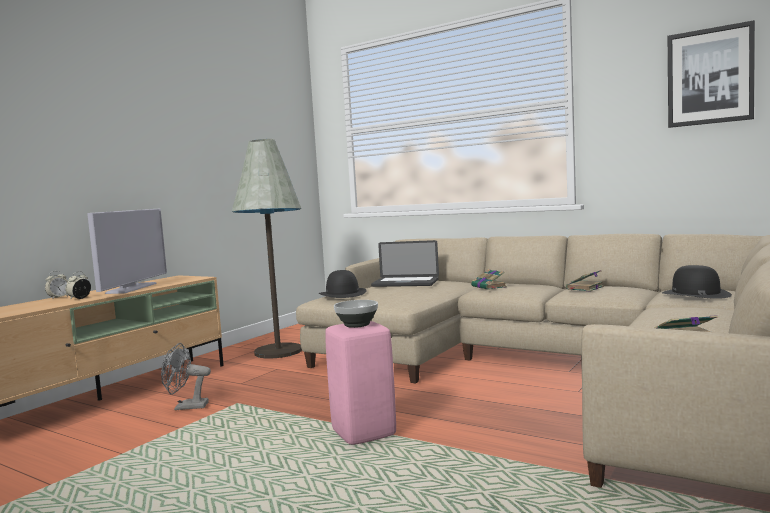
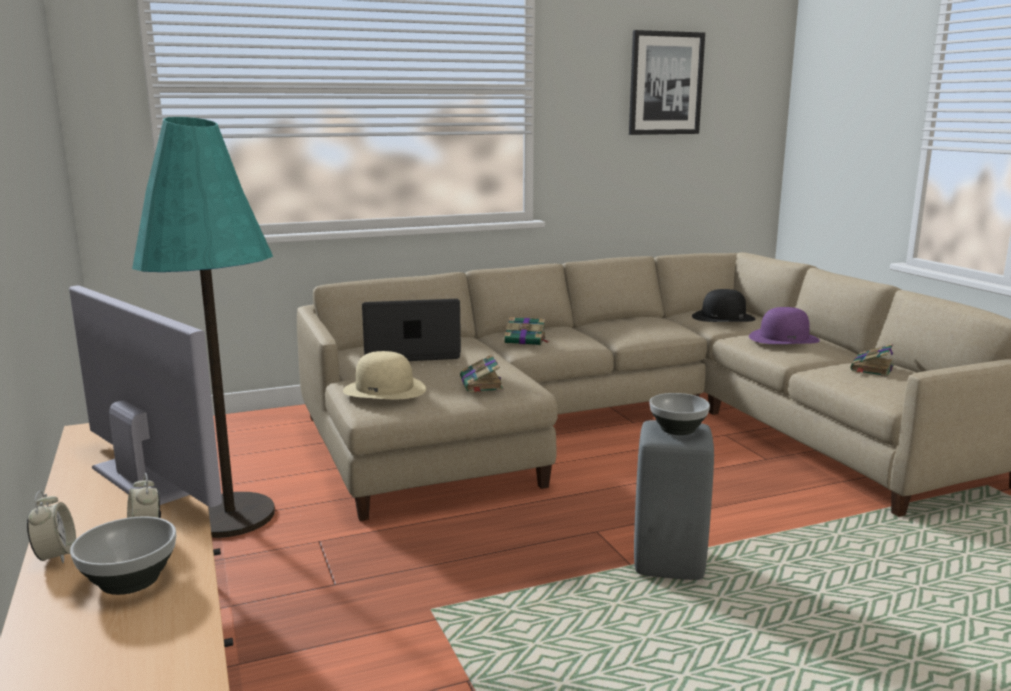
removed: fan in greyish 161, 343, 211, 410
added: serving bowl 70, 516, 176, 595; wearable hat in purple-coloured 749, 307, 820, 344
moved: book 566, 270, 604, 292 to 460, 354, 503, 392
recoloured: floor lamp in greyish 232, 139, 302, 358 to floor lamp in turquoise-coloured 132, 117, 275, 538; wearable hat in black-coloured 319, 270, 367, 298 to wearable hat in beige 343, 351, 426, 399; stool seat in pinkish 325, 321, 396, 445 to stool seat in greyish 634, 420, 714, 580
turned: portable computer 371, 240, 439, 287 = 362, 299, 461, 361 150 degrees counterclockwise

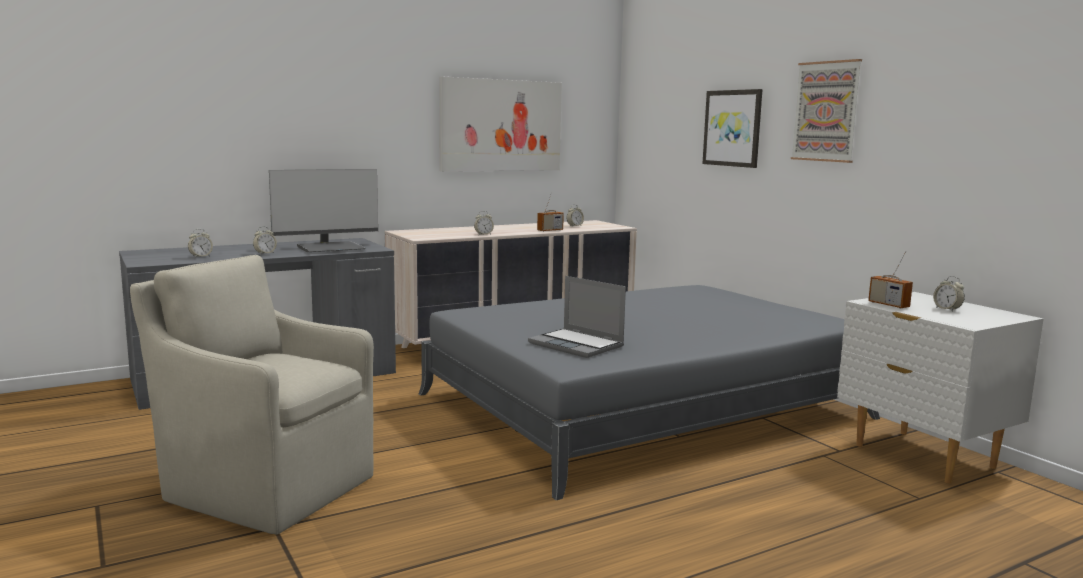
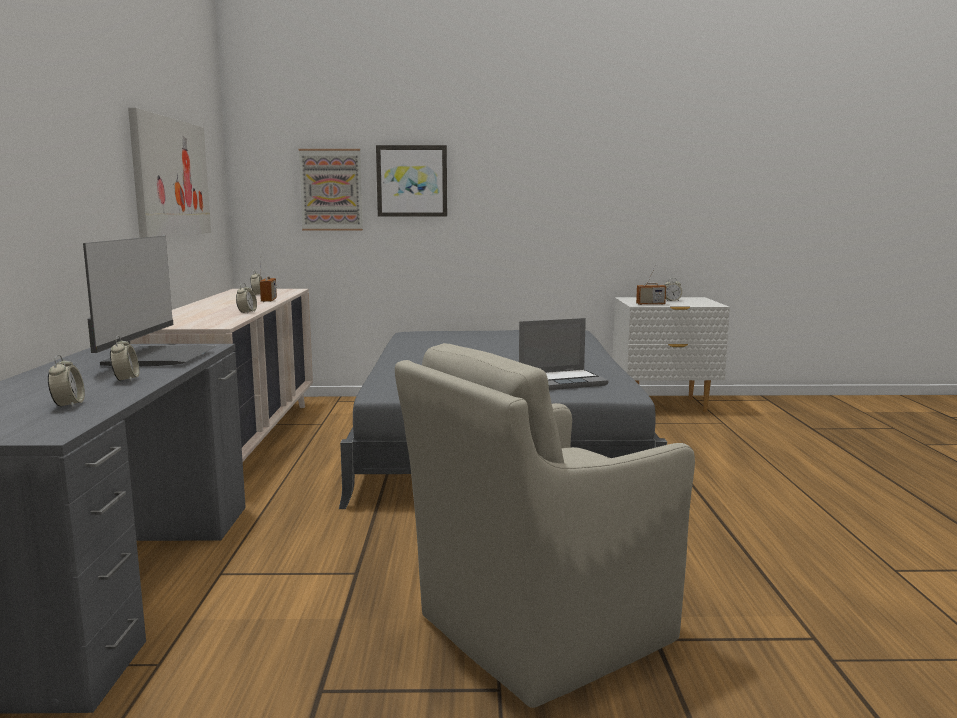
moved: wall picture 791, 59, 862, 163 to 299, 149, 363, 231

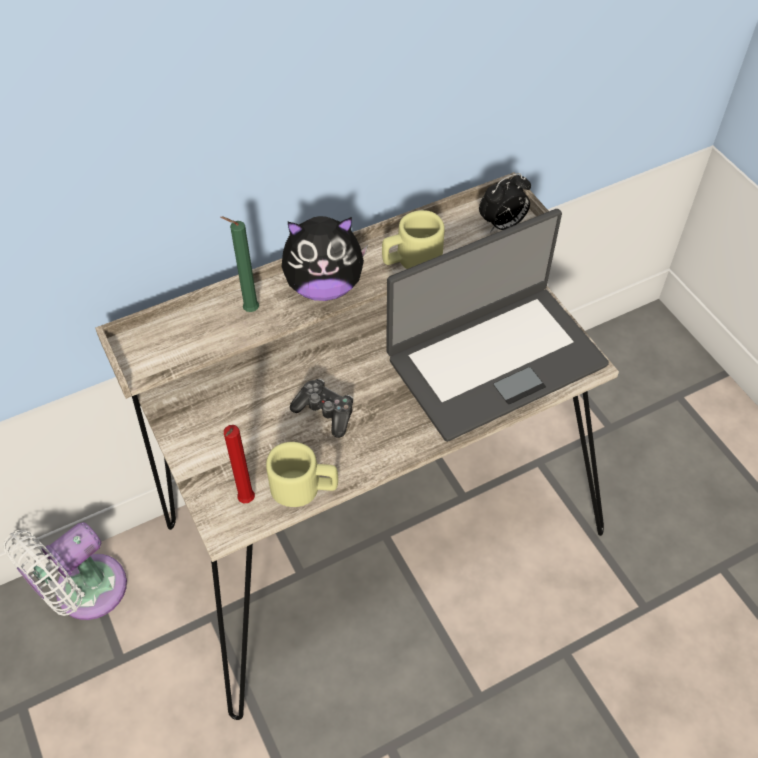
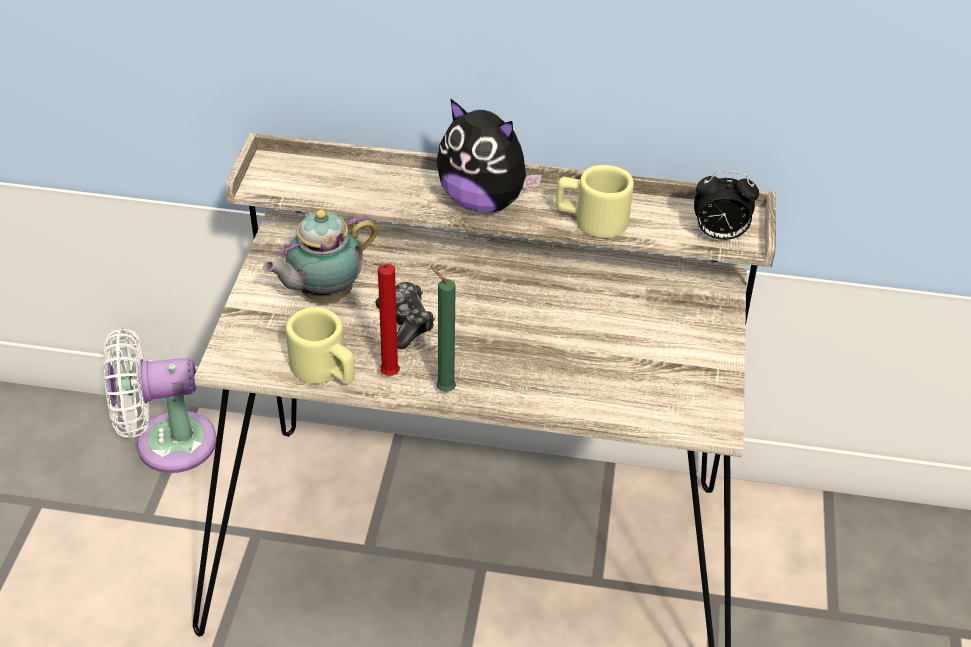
removed: portable computer 386, 209, 609, 442
added: pot for tea 263, 210, 377, 303
moved: candle in green 220, 217, 259, 312 to 430, 266, 456, 392; candle in red-coloured 224, 425, 255, 503 to 373, 263, 400, 376

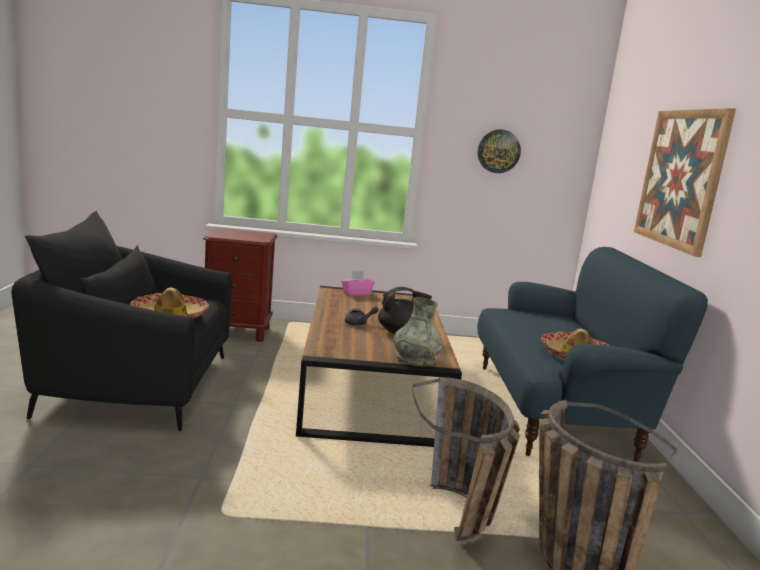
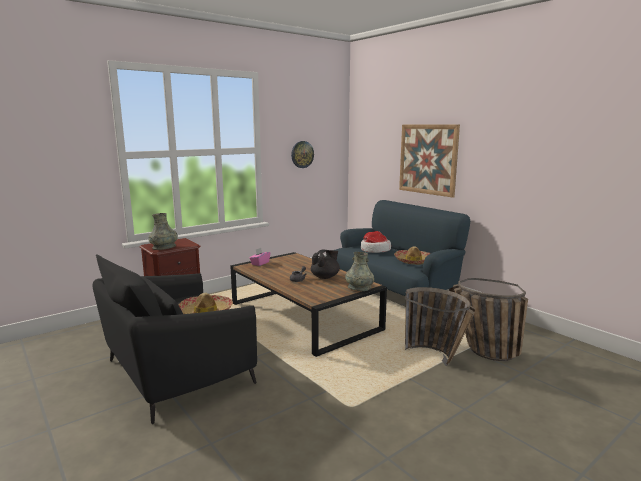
added: vase in greyish 148, 213, 178, 250; wearable hat 361, 231, 391, 253

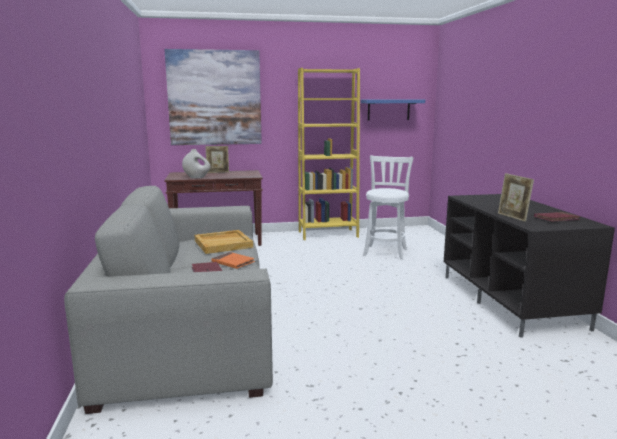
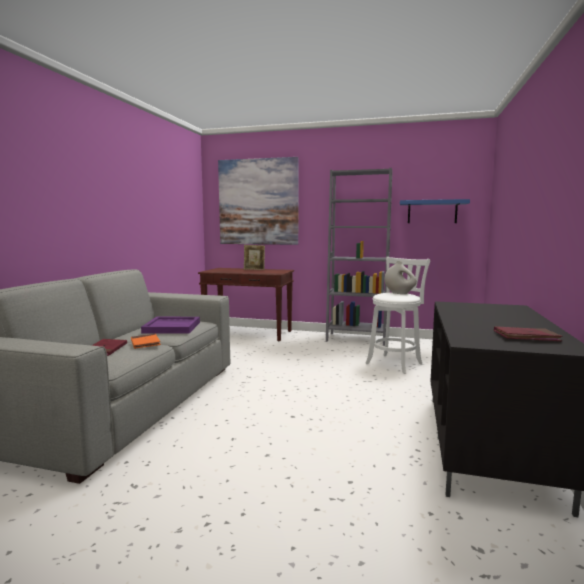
removed: standing frame 498, 173, 534, 222
moved: vase in white-coloured 182, 149, 211, 178 to 385, 261, 417, 294
recoloured: serving tray in beige 195, 230, 253, 254 to serving tray in purple-coloured 141, 317, 200, 334; bookshelf in yellow 298, 68, 360, 240 to bookshelf in greyish 326, 168, 393, 346

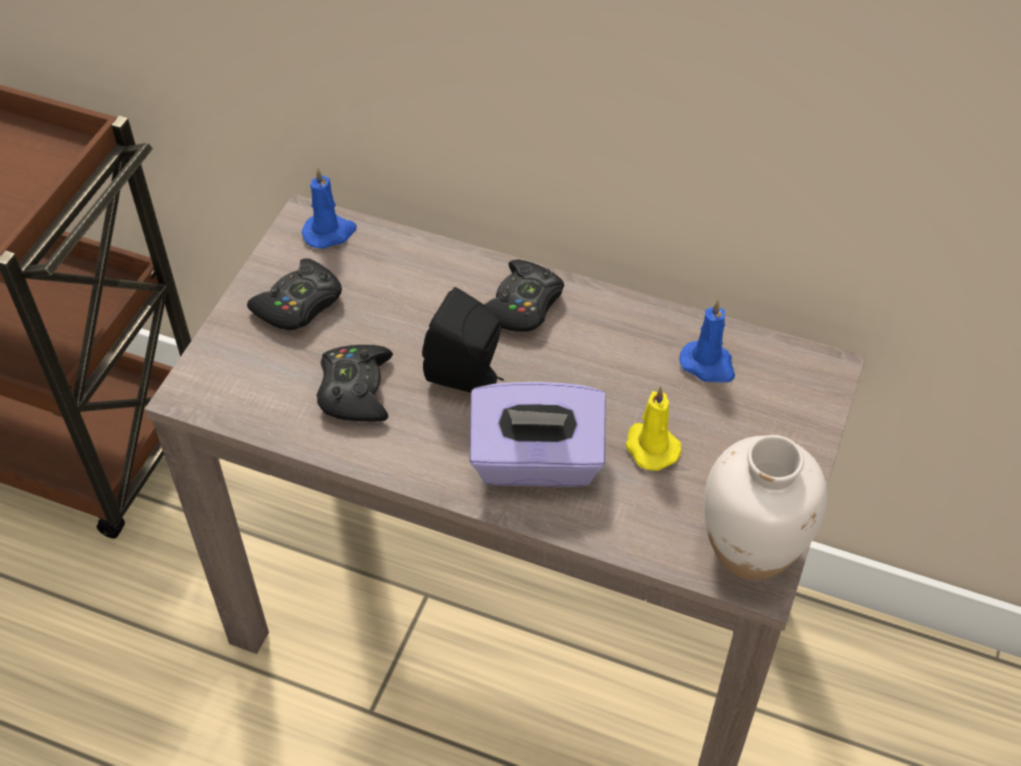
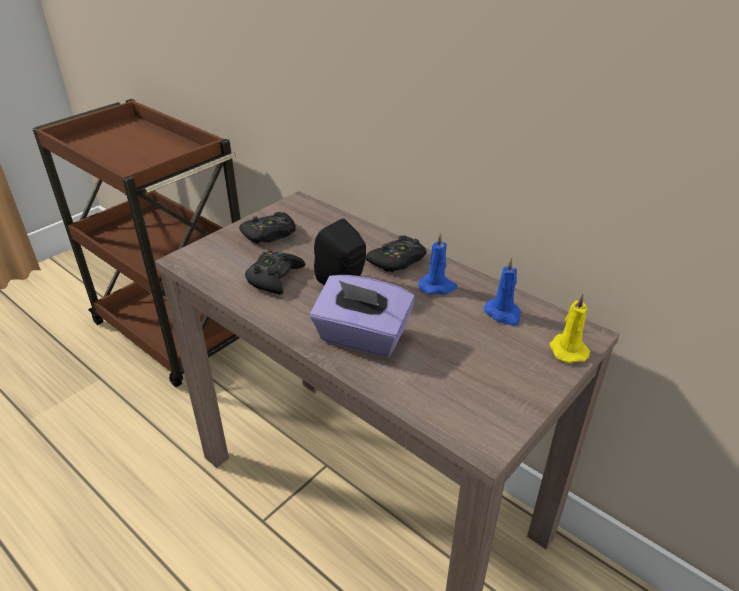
removed: vase in white-coloured 704, 435, 827, 580
moved: candle in blue-coloured 302, 167, 357, 249 to 418, 232, 458, 294; candle in yellow 625, 386, 681, 471 to 550, 293, 590, 363

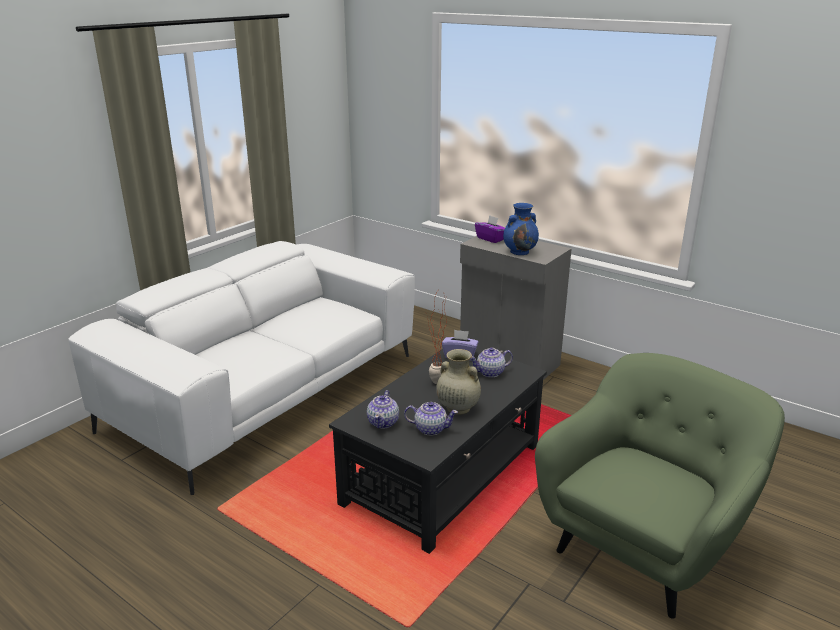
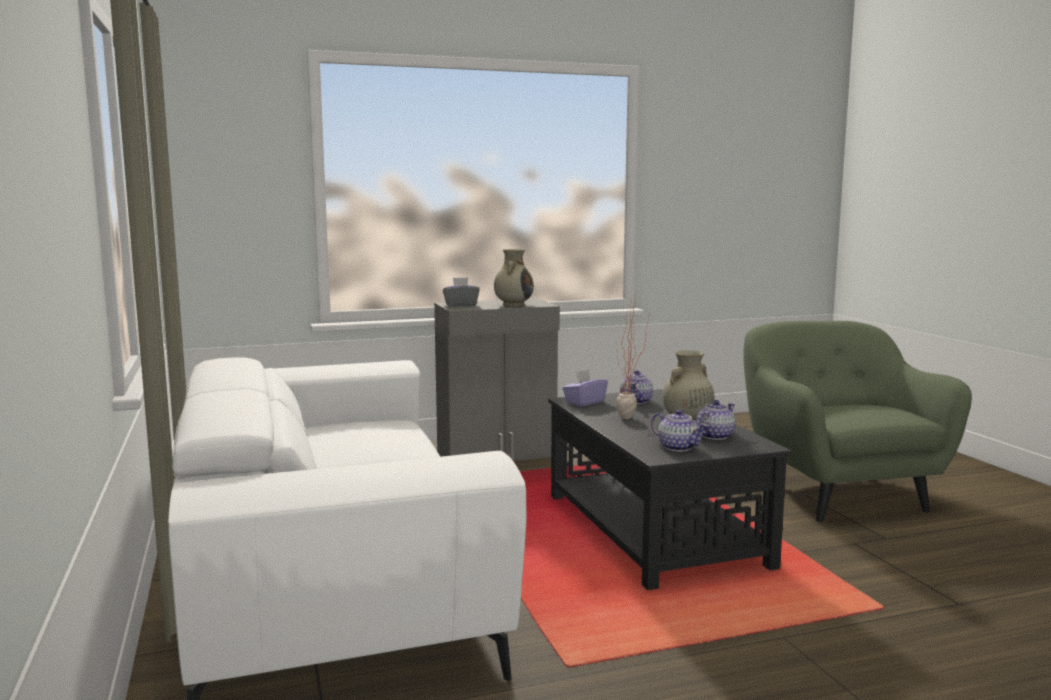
recoloured: tissue holder in purple-coloured 475, 215, 505, 243 to tissue holder in greyish 443, 277, 480, 307; vase in blue-coloured 503, 203, 539, 255 to vase in beige 494, 249, 534, 307

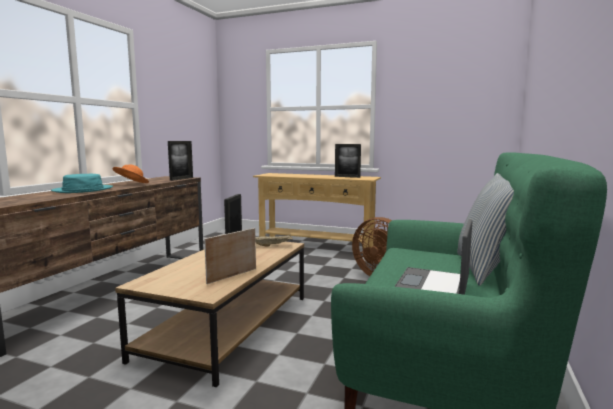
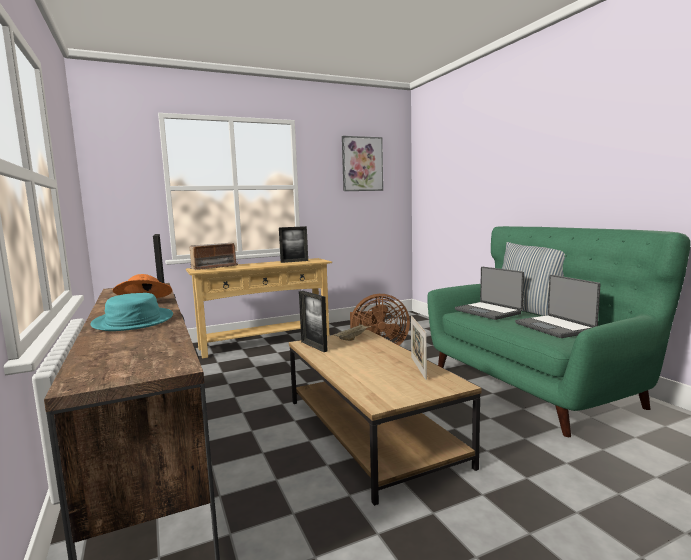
added: radio set 190, 243, 238, 270; wall picture 342, 136, 383, 191; portable computer 455, 267, 524, 320

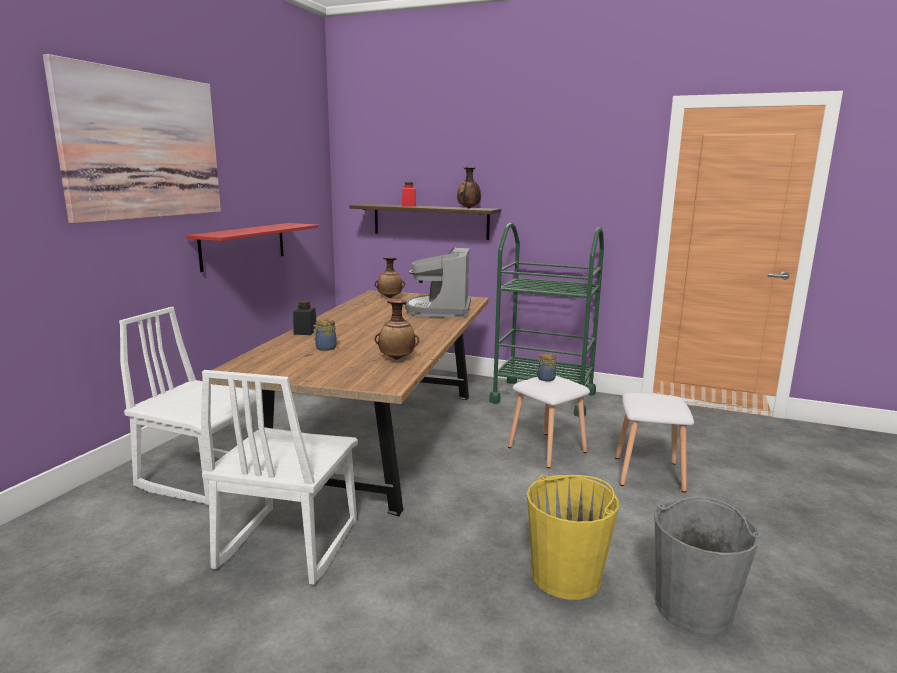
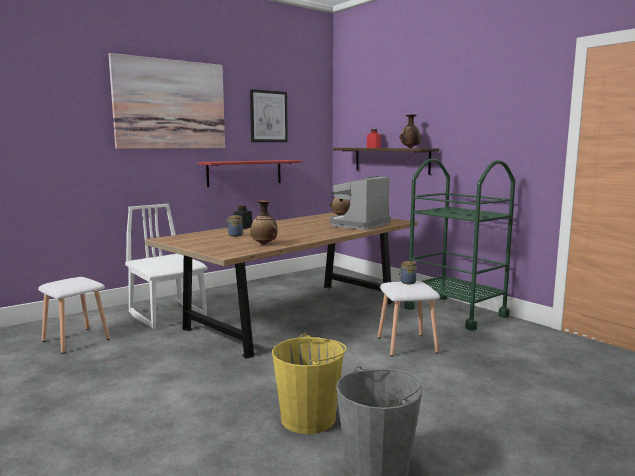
removed: plain chair in white-coloured 201, 370, 358, 585
added: wall picture 250, 89, 288, 142
moved: stool seat in white-coloured 615, 393, 694, 492 to 38, 277, 110, 354

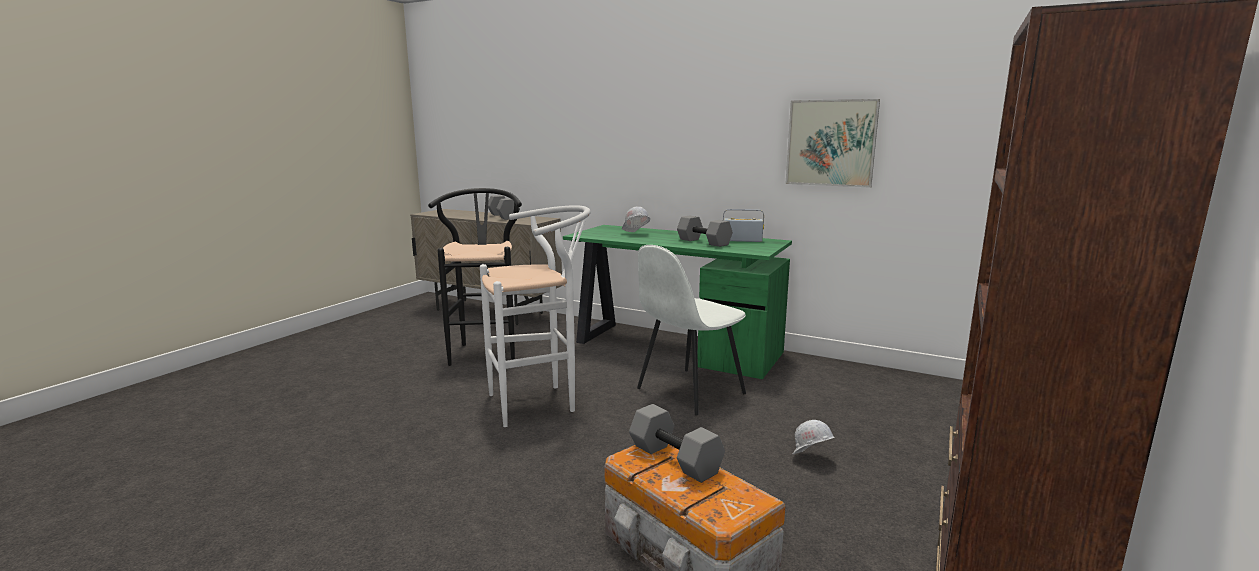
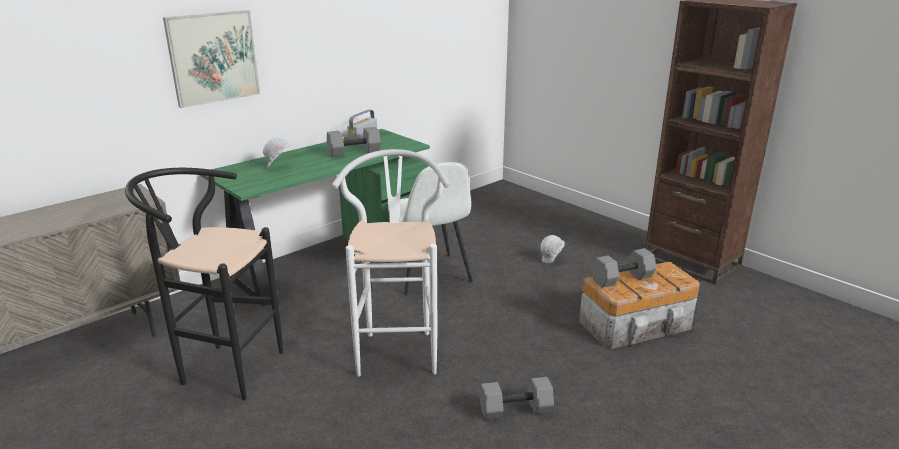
moved: dumbbell in greyish 488, 195, 520, 220 to 479, 377, 554, 420; wall picture 786, 99, 880, 188 to 163, 10, 260, 108

